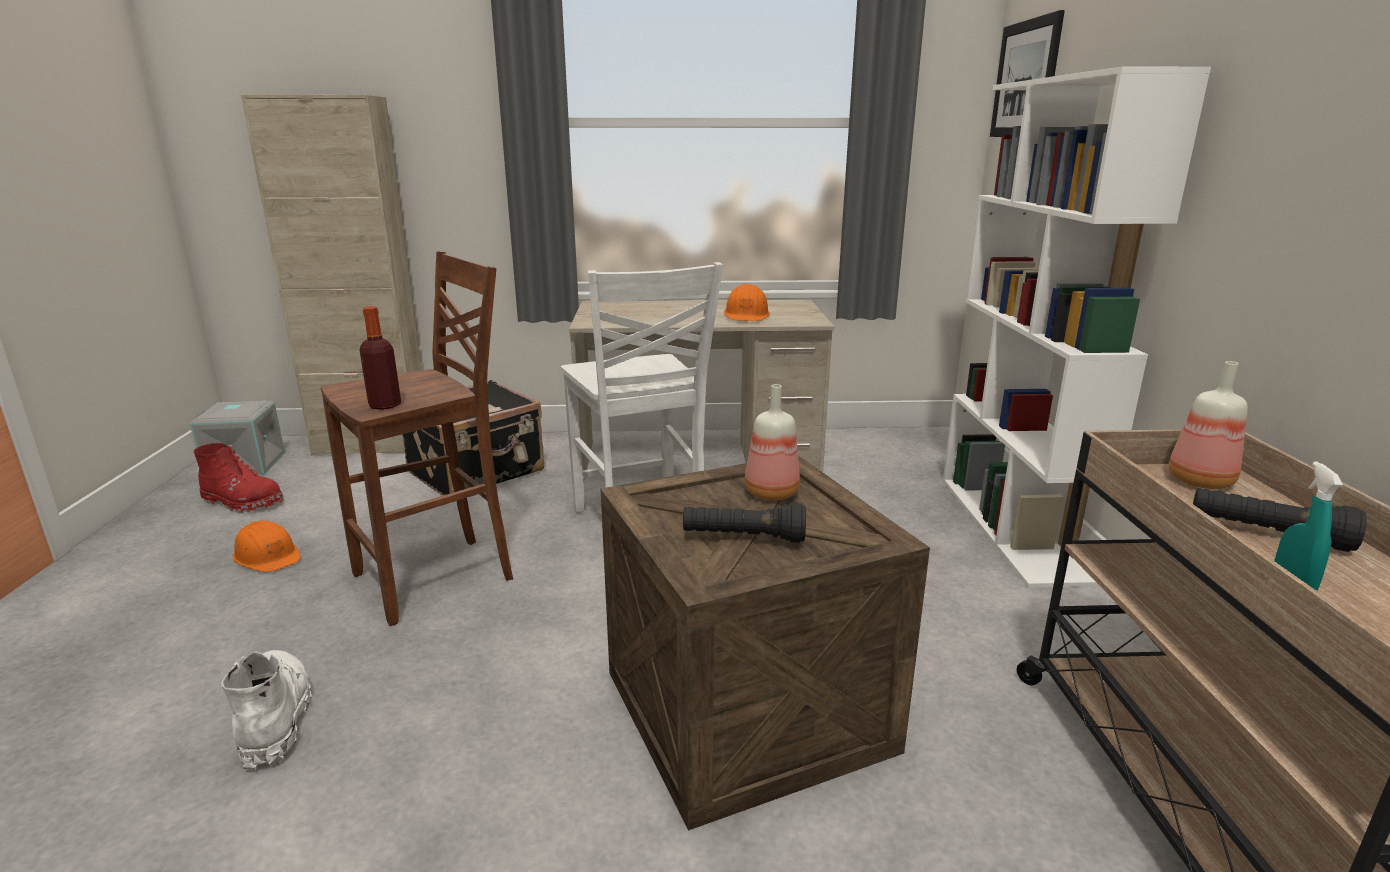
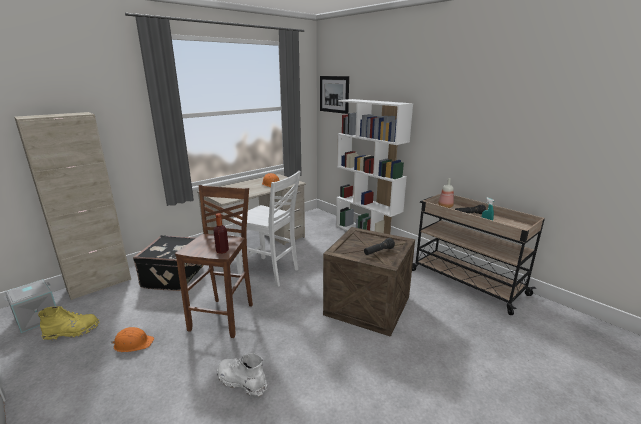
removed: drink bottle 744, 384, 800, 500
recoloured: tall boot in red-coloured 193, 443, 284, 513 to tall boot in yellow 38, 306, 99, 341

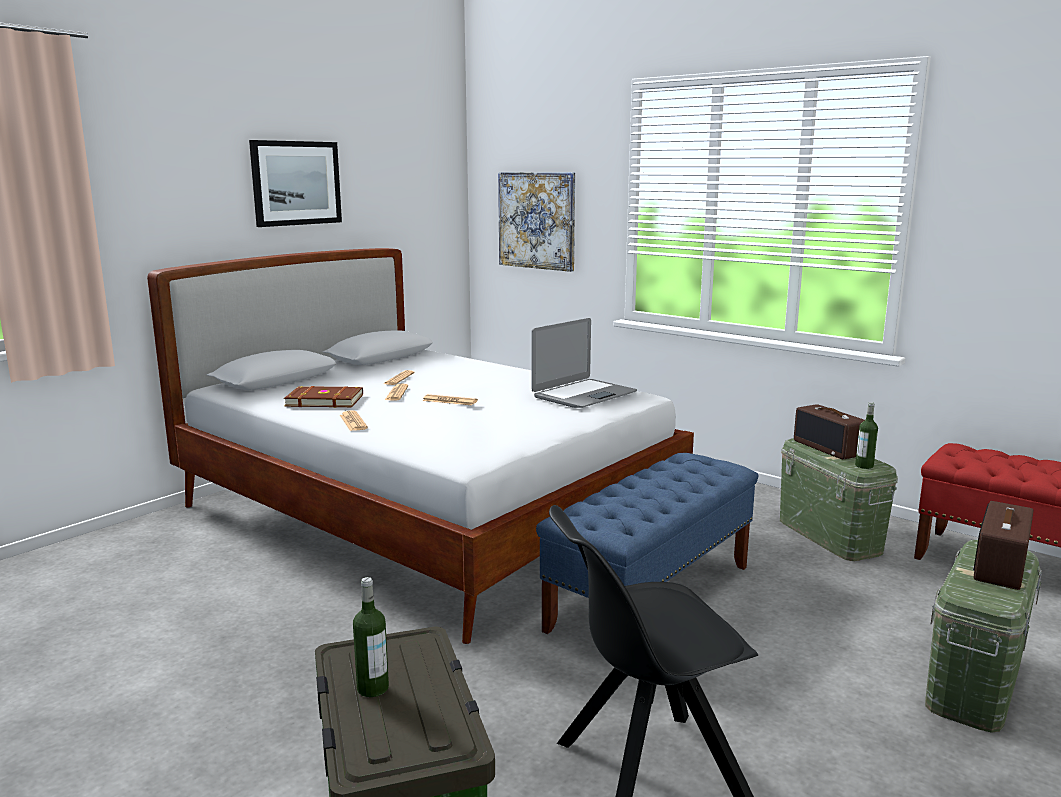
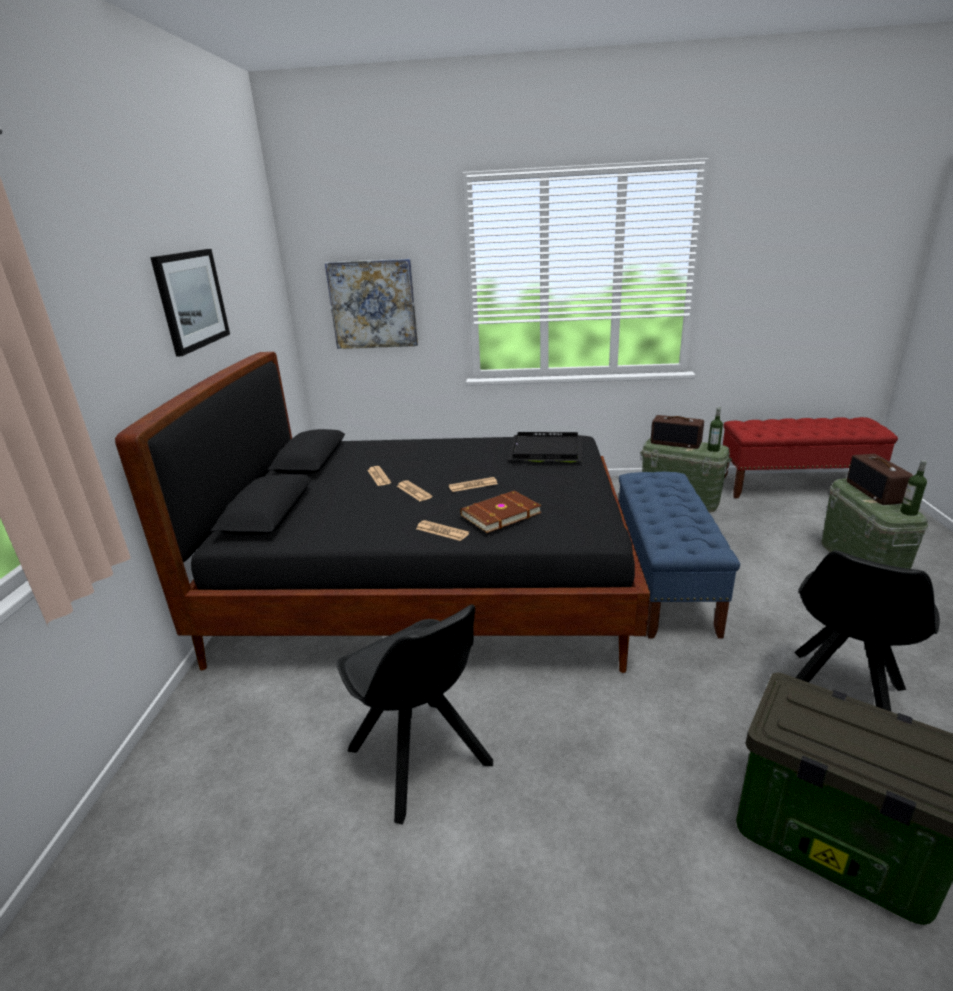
added: plain chair in black-coloured 337, 604, 493, 825
moved: book in brown-coloured 284, 386, 363, 408 to 460, 491, 542, 533; drink bottle 353, 577, 389, 697 to 900, 460, 927, 516
replaced: portable computer 531, 318, 637, 408 to serving tray in black-coloured 508, 432, 582, 462
recoloured: bedroom bed in white-coloured 147, 248, 694, 644 to bedroom bed in black-coloured 115, 352, 650, 673

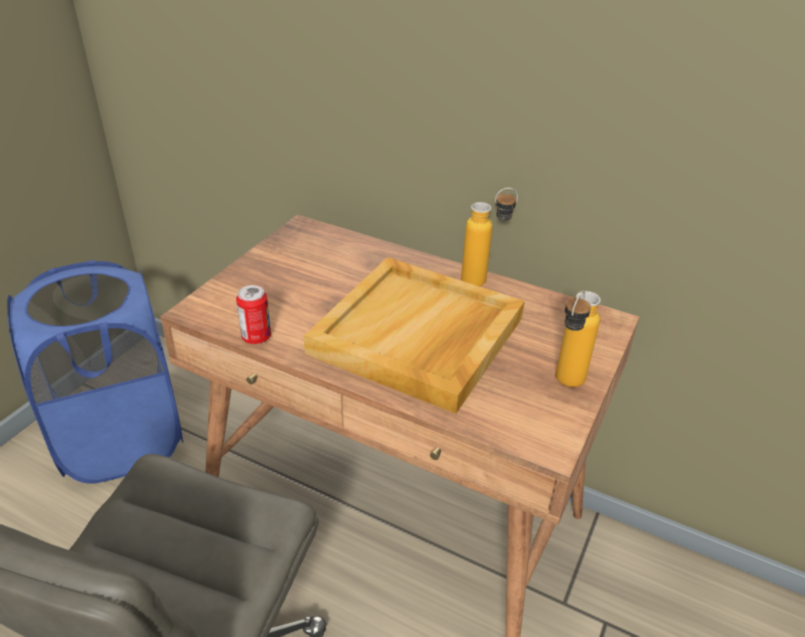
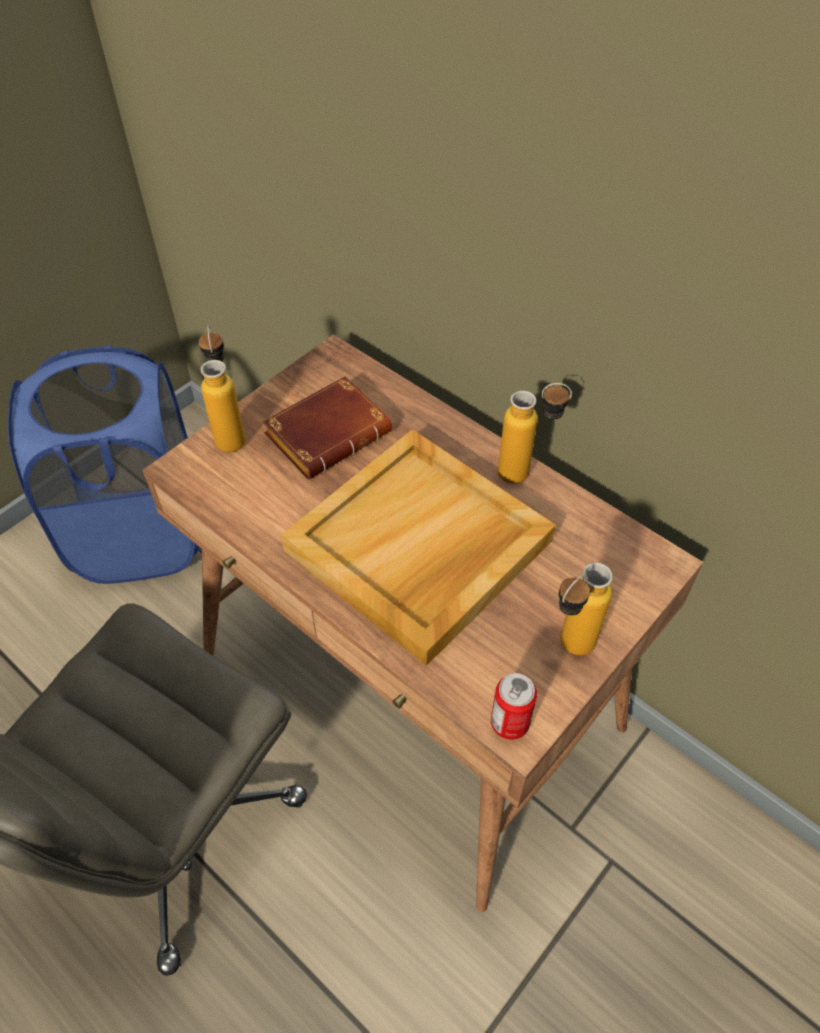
added: drink bottle 199, 325, 245, 452; book in brown-coloured 262, 376, 392, 479
moved: metal can 236, 285, 271, 344 to 491, 673, 537, 740

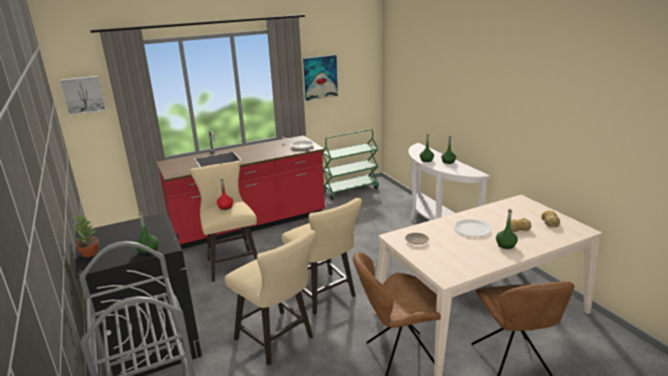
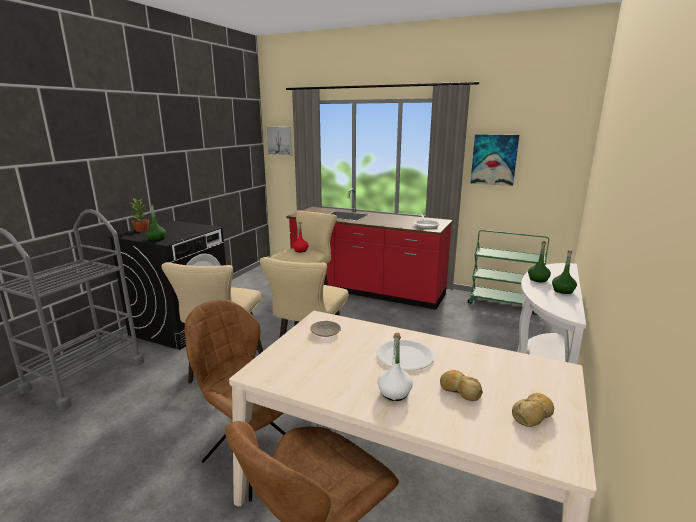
recoloured: drink bottle in green 496, 209, 518, 249 to drink bottle in white-coloured 378, 333, 413, 401

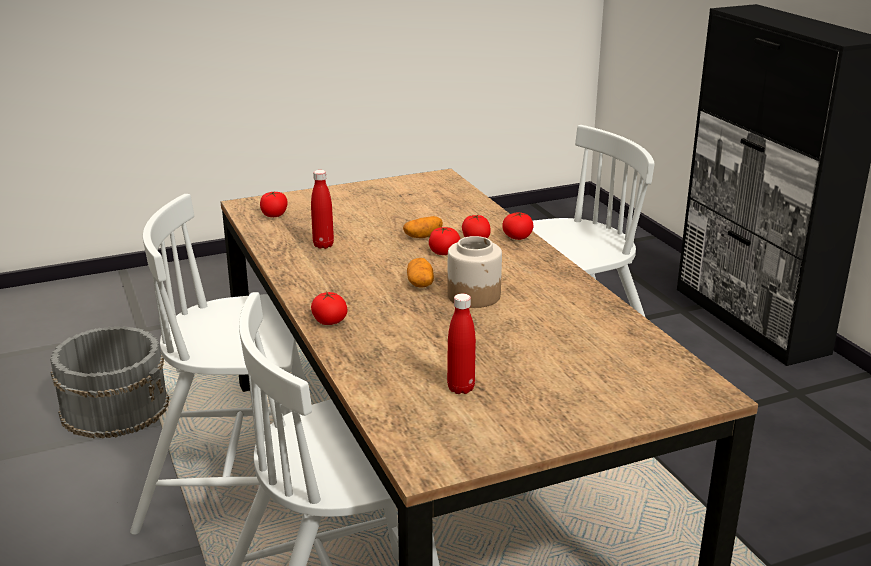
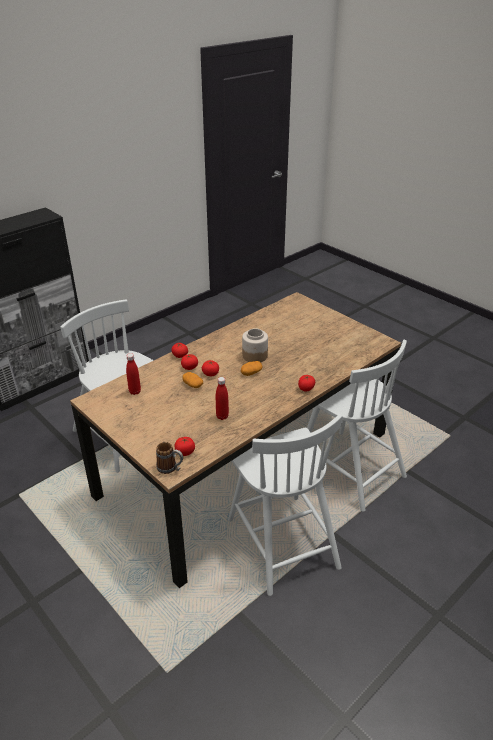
removed: pail in greyish 50, 326, 169, 439
added: coffee mug 156, 442, 183, 474
moved: drink bottle in red-coloured 447, 294, 476, 394 to 126, 353, 141, 395

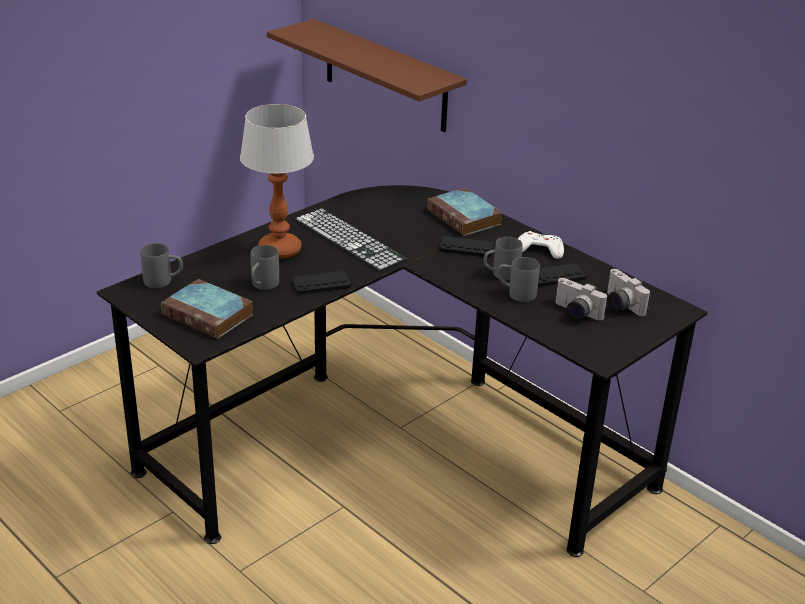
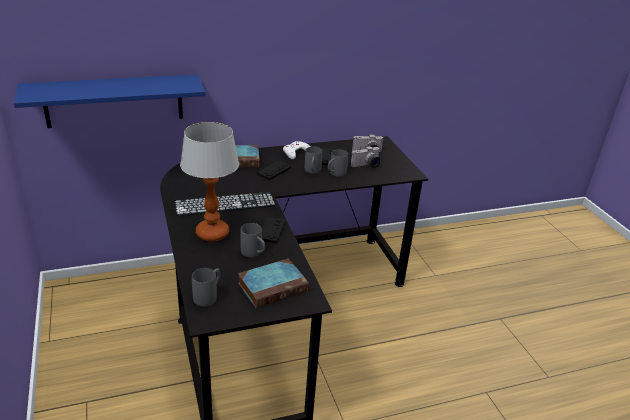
recoloured: shelf in brown-coloured 267, 19, 467, 132 to shelf in blue-coloured 14, 74, 205, 128

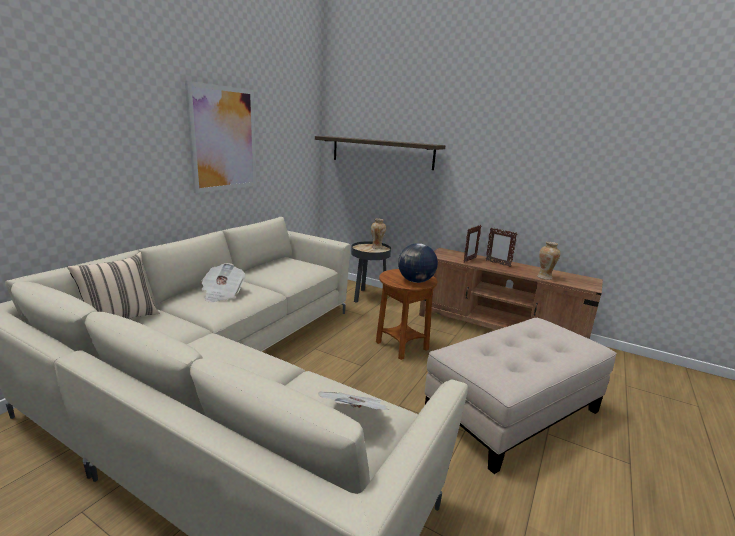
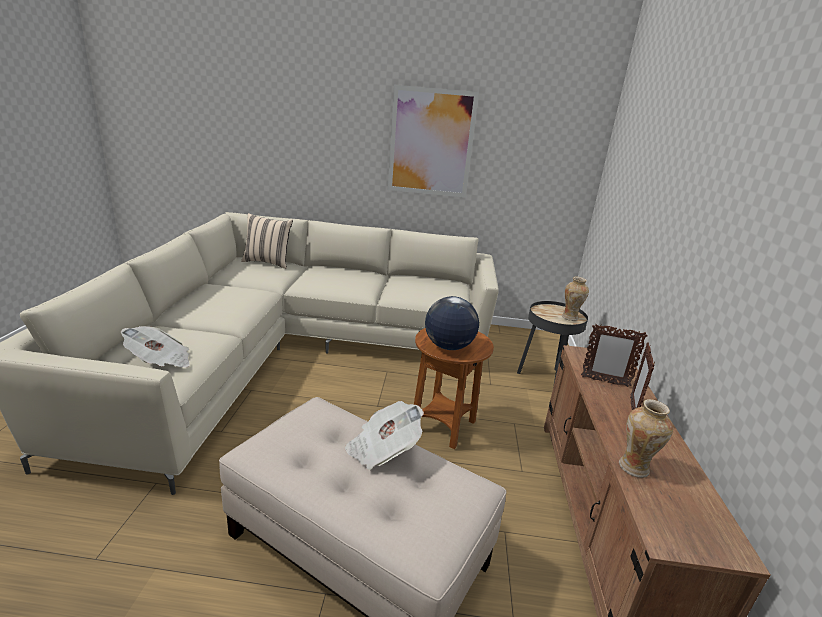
removed: shelf 315, 136, 446, 170
moved: newspaper 201, 263, 246, 302 to 345, 401, 424, 470

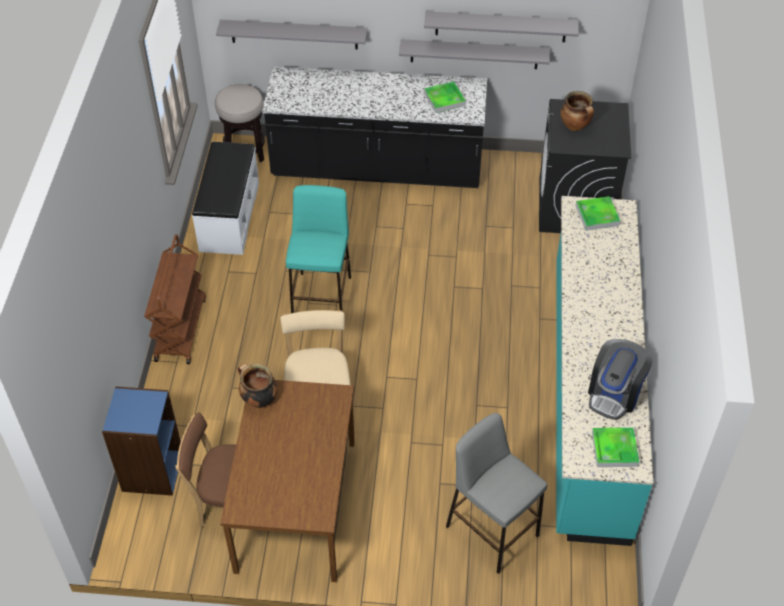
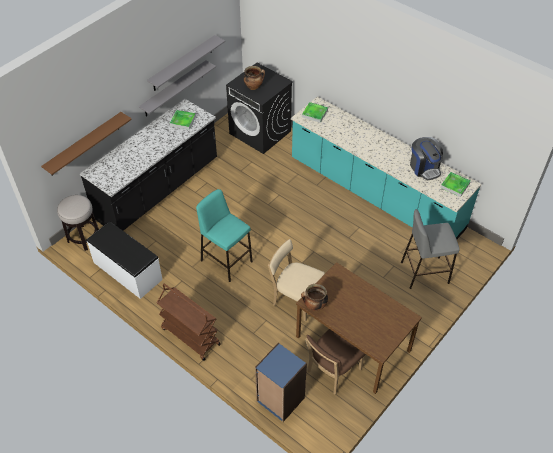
recoloured: shelf in greyish 216, 20, 367, 50 to shelf in brown-coloured 41, 112, 132, 176

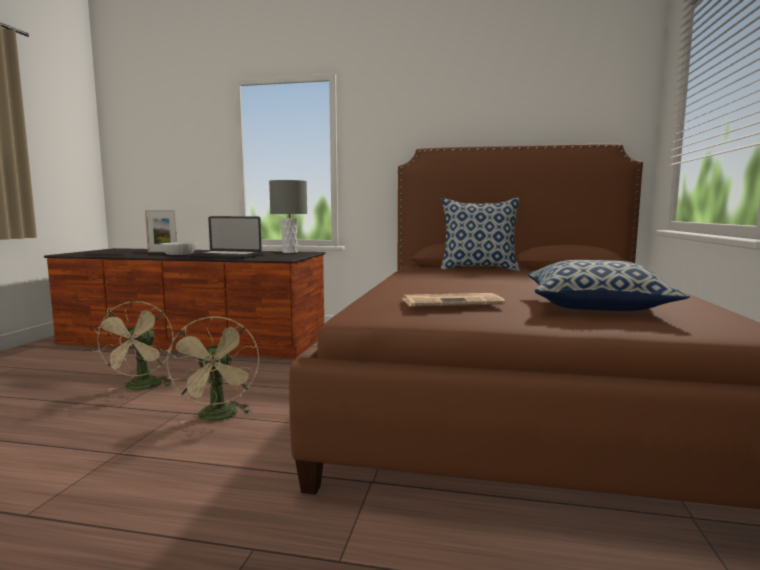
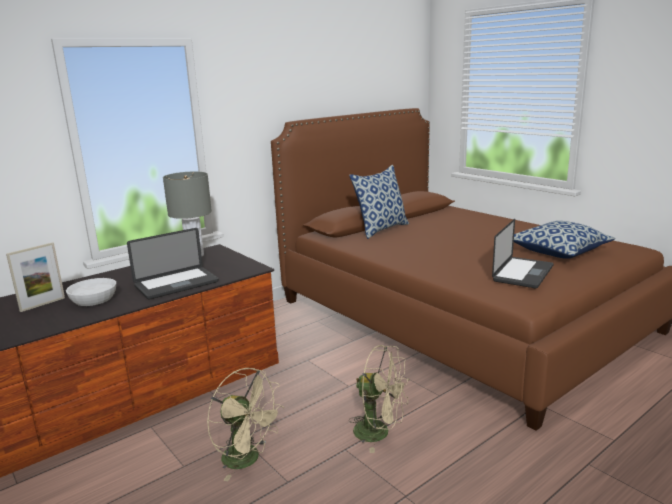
replaced: newspaper 403, 293, 505, 307 to portable computer 492, 219, 554, 288

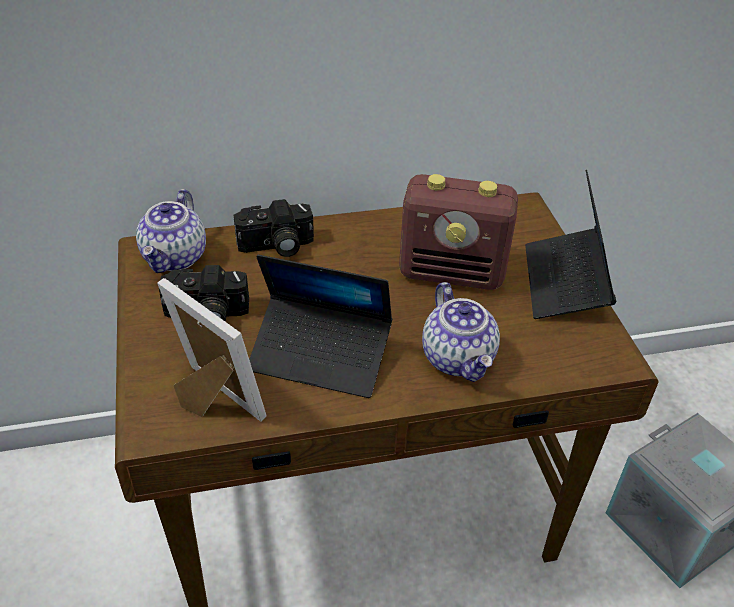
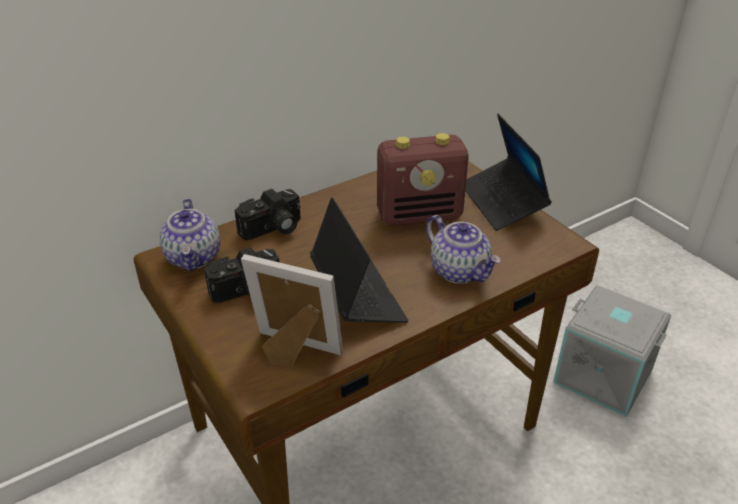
turned: portable computer 249, 255, 392, 398 = 310, 197, 408, 323 105 degrees counterclockwise

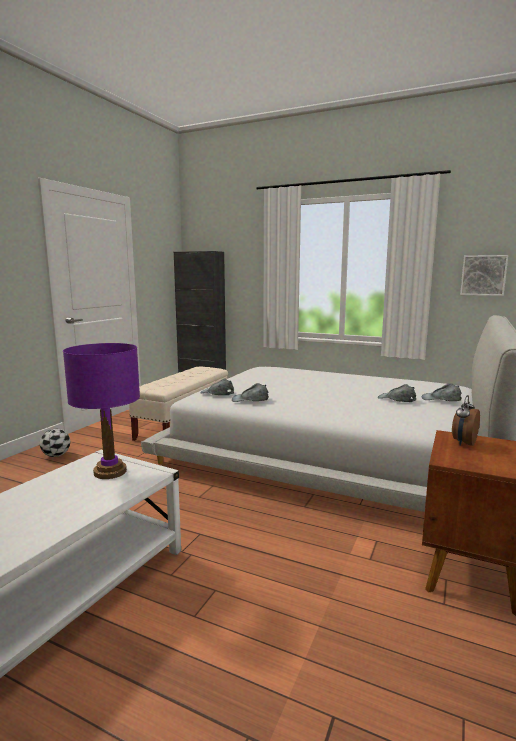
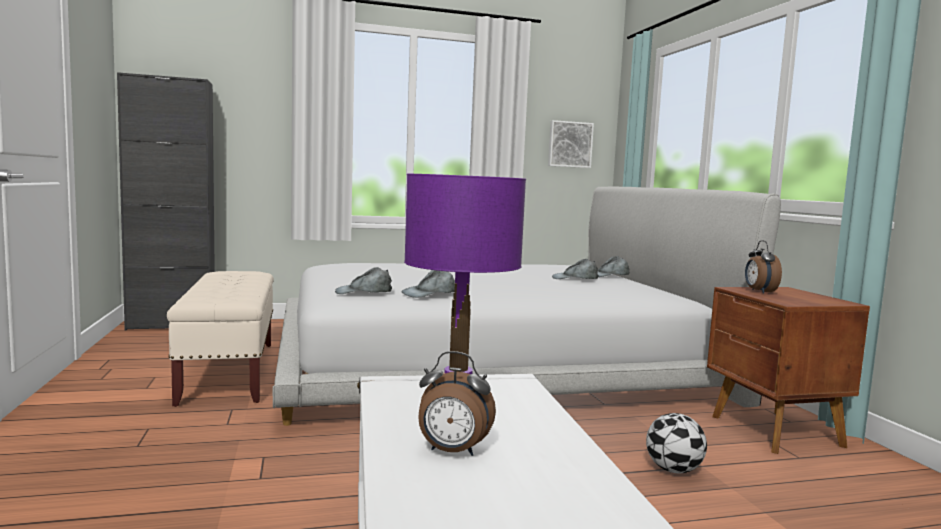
added: bedside clock 418, 351, 496, 456
moved: football 40, 428, 70, 457 to 646, 413, 707, 473

